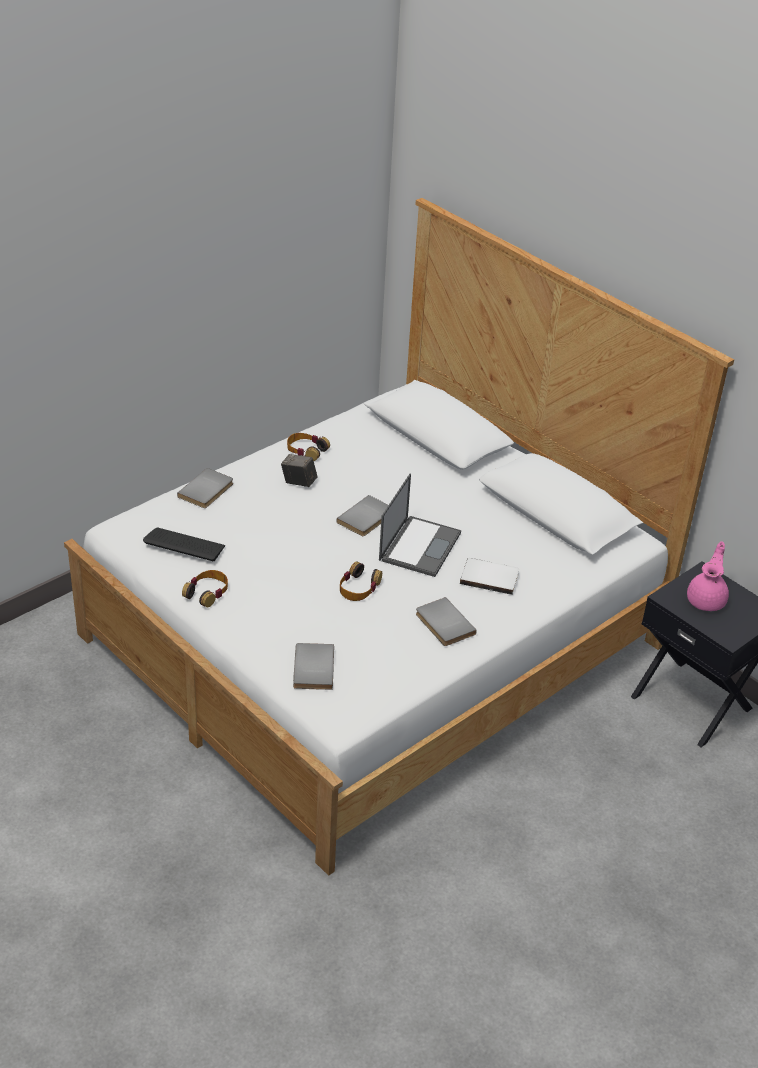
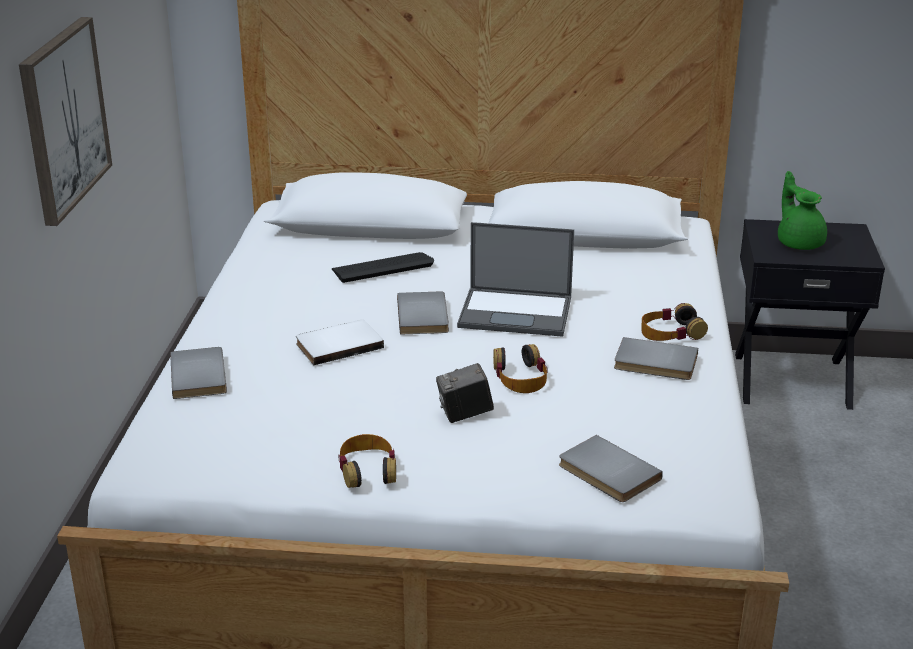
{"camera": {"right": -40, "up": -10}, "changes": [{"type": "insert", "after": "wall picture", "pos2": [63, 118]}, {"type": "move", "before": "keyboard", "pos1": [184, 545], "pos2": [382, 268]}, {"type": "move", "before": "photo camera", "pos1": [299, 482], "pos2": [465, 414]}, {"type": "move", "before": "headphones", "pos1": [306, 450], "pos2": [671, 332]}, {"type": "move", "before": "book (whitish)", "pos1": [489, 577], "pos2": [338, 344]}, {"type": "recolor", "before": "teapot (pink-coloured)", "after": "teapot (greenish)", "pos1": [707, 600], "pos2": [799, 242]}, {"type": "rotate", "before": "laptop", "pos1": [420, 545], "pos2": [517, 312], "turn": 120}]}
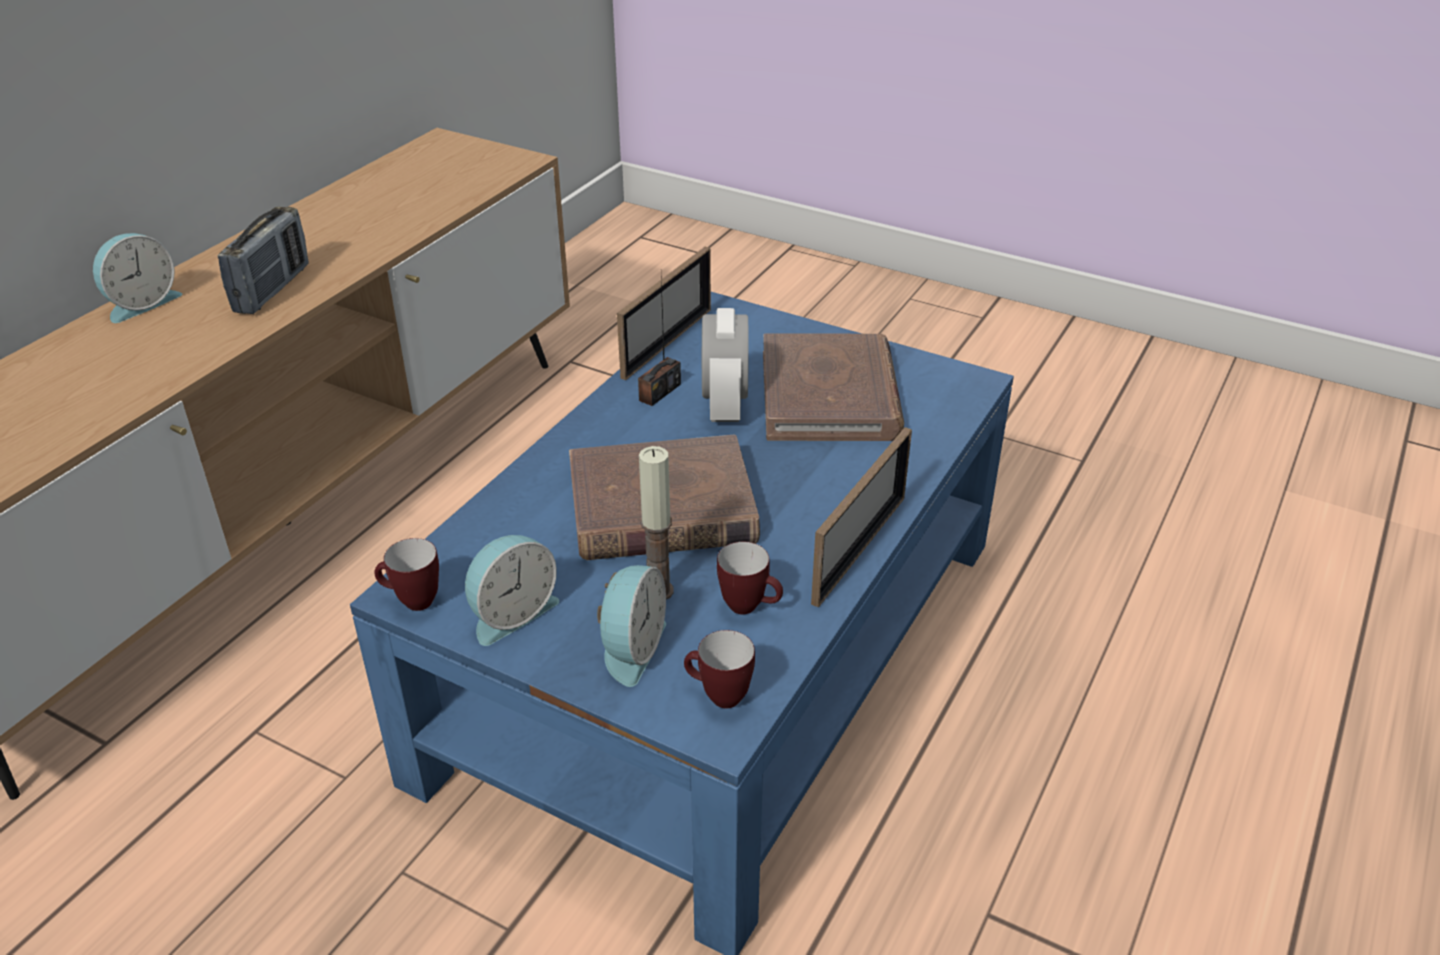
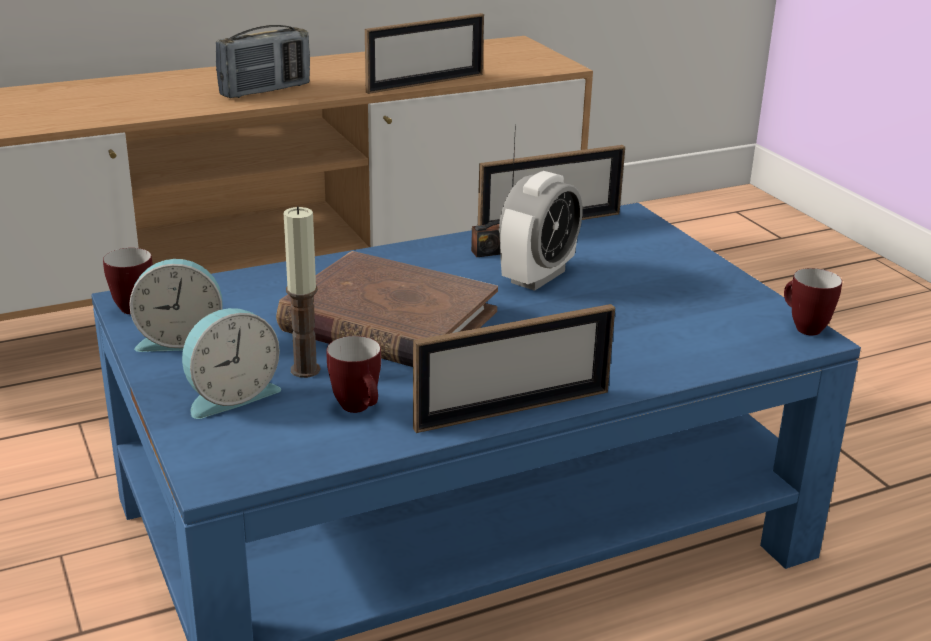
{"camera": {"right": 35, "up": -10}, "changes": [{"type": "delete", "before": "table clock", "pos1": [141, 303]}, {"type": "delete", "before": "book (brownish)", "pos1": [830, 395]}, {"type": "insert", "after": "picture frame", "pos2": [425, 83]}, {"type": "move", "before": "coffee mug", "pos1": [718, 696], "pos2": [802, 327]}]}
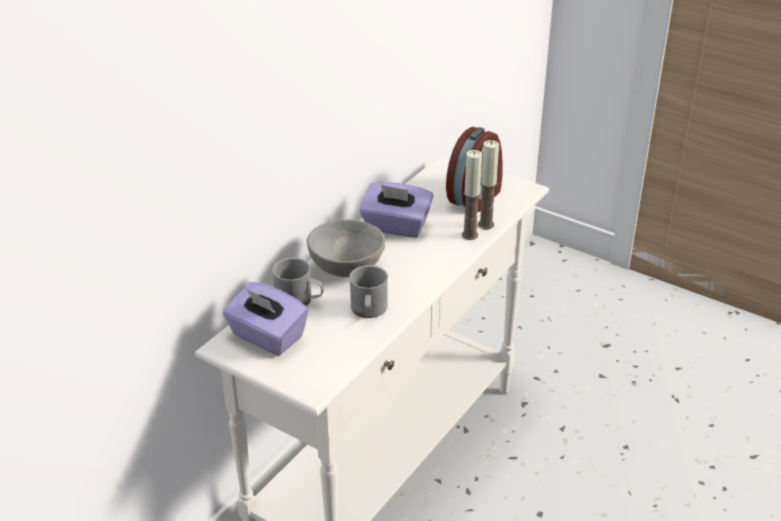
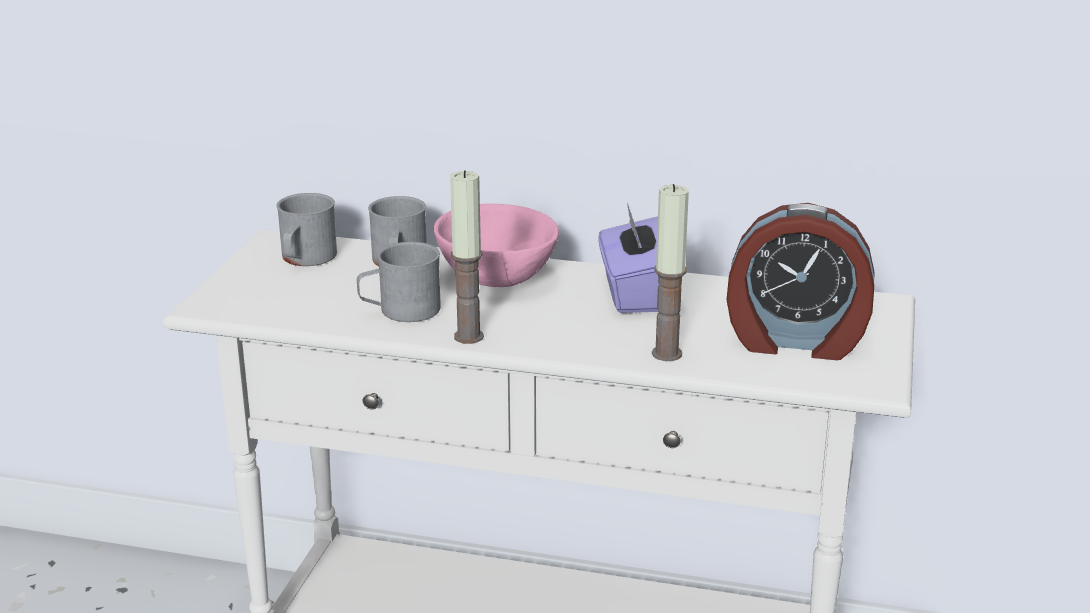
{"camera": {"right": 70, "up": -10}, "changes": [{"type": "move", "before": "candle", "pos1": [486, 224], "pos2": [468, 336]}, {"type": "replace", "before": "tissue holder (purplish)", "after": "coffee mug (greyish)", "pos1": [267, 337], "pos2": [305, 259]}, {"type": "recolor", "before": "serving bowl (greyish)", "after": "serving bowl (pink-coloured)", "pos1": [346, 267], "pos2": [498, 278]}]}
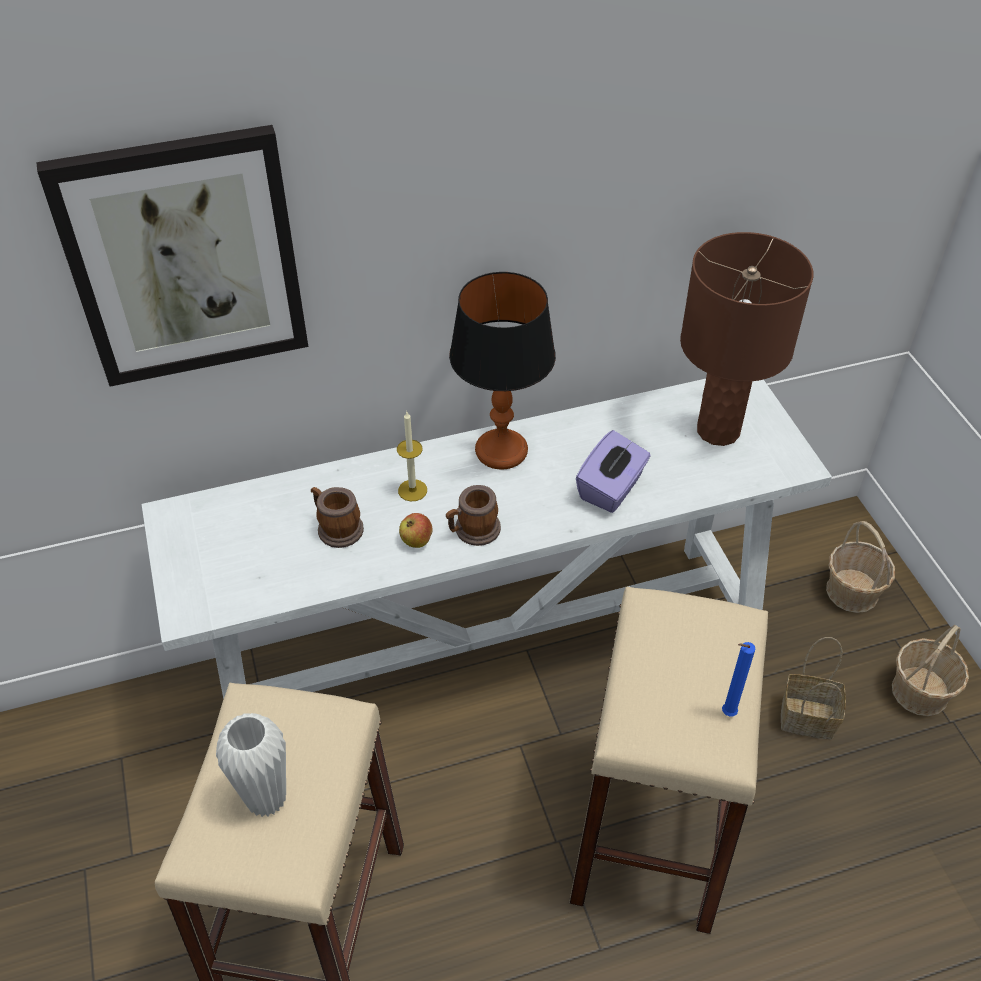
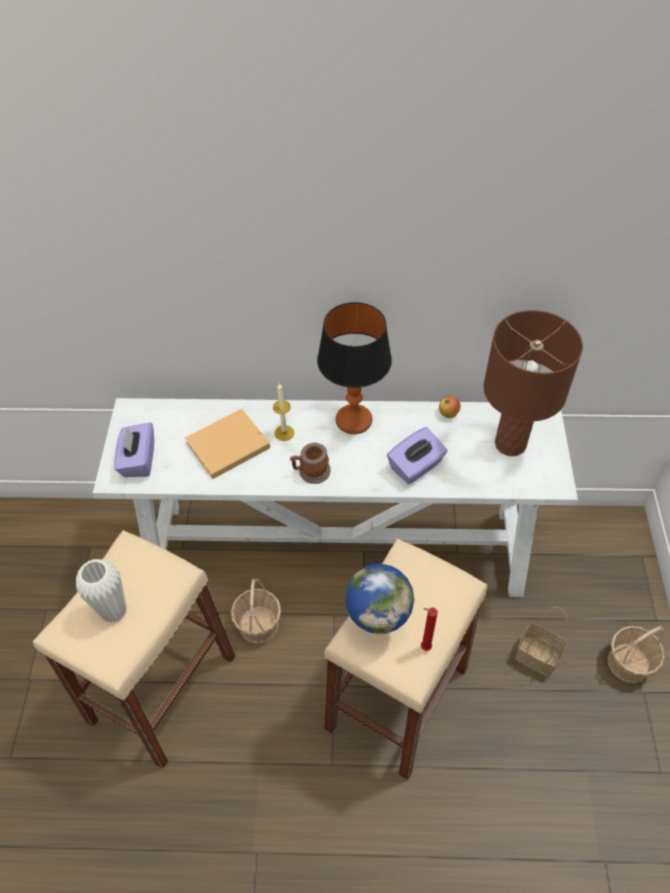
{"camera": {"right": 20, "up": 5}, "changes": [{"type": "delete", "before": "wall picture", "pos1": [184, 259]}, {"type": "insert", "after": "tissue holder (purplish)", "pos2": [138, 460]}, {"type": "insert", "after": "desk globe", "pos2": [377, 625]}, {"type": "move", "before": "apple fruit", "pos1": [416, 540], "pos2": [448, 413]}, {"type": "move", "before": "basket", "pos1": [852, 592], "pos2": [258, 625]}, {"type": "replace", "before": "coffee mug", "after": "book (beige)", "pos1": [336, 528], "pos2": [225, 446]}, {"type": "recolor", "before": "candle (blue)", "after": "candle (red)", "pos1": [726, 714], "pos2": [424, 647]}]}
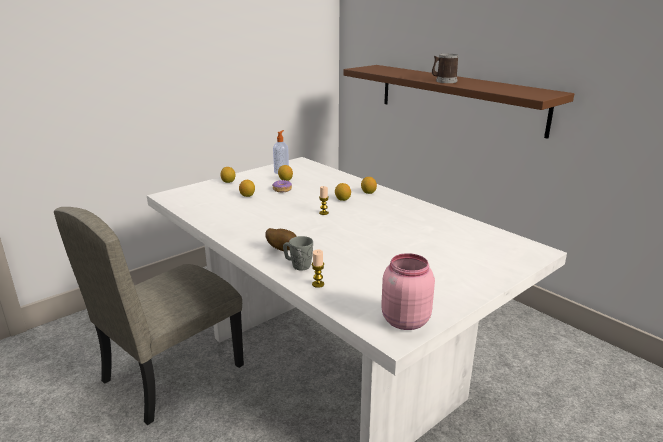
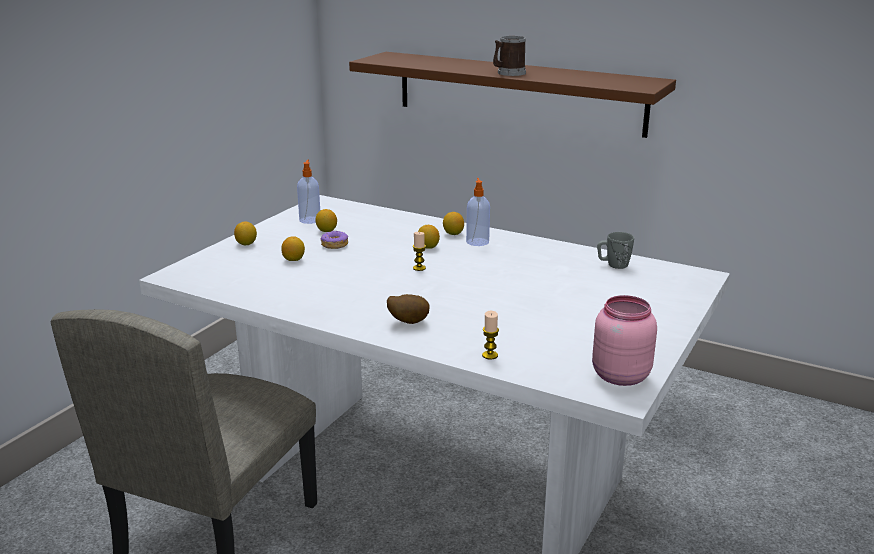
{"camera": {"right": -20, "up": 0}, "changes": [{"type": "insert", "after": "soap bottle", "pos2": [477, 241]}, {"type": "move", "before": "coffee mug (greyish)", "pos1": [298, 265], "pos2": [613, 265]}]}
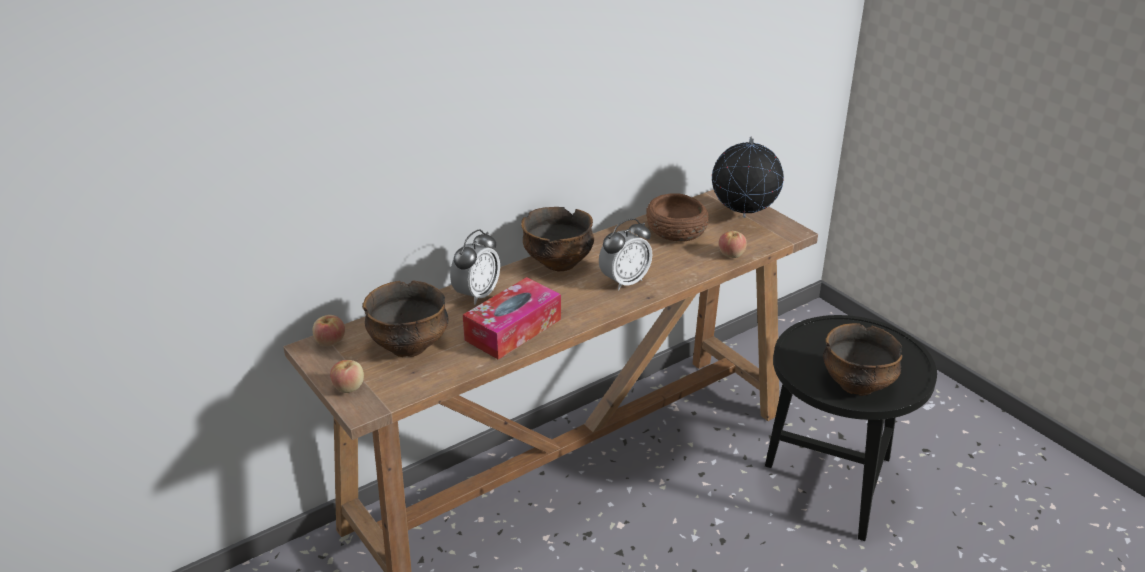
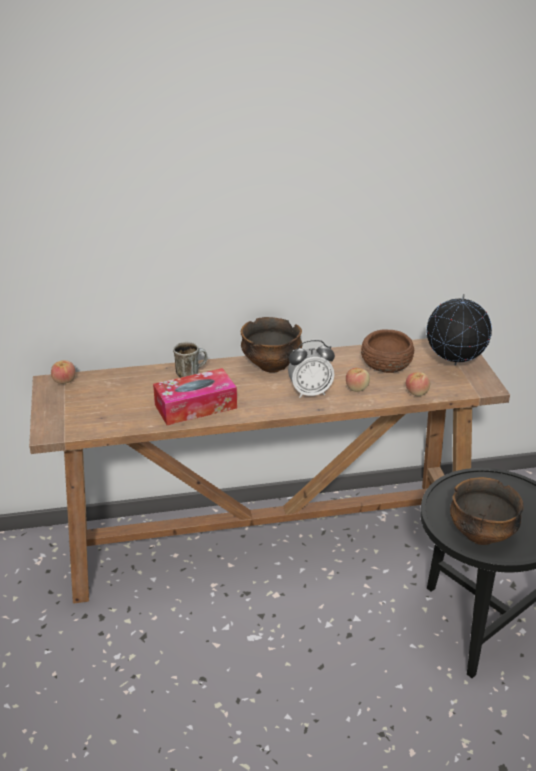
{"camera": {"right": 25, "up": 0}, "changes": [{"type": "delete", "before": "serving bowl", "pos1": [409, 346]}, {"type": "move", "before": "apple fruit", "pos1": [349, 387], "pos2": [357, 388]}, {"type": "replace", "before": "table clock", "after": "coffee mug", "pos1": [476, 295], "pos2": [191, 374]}]}
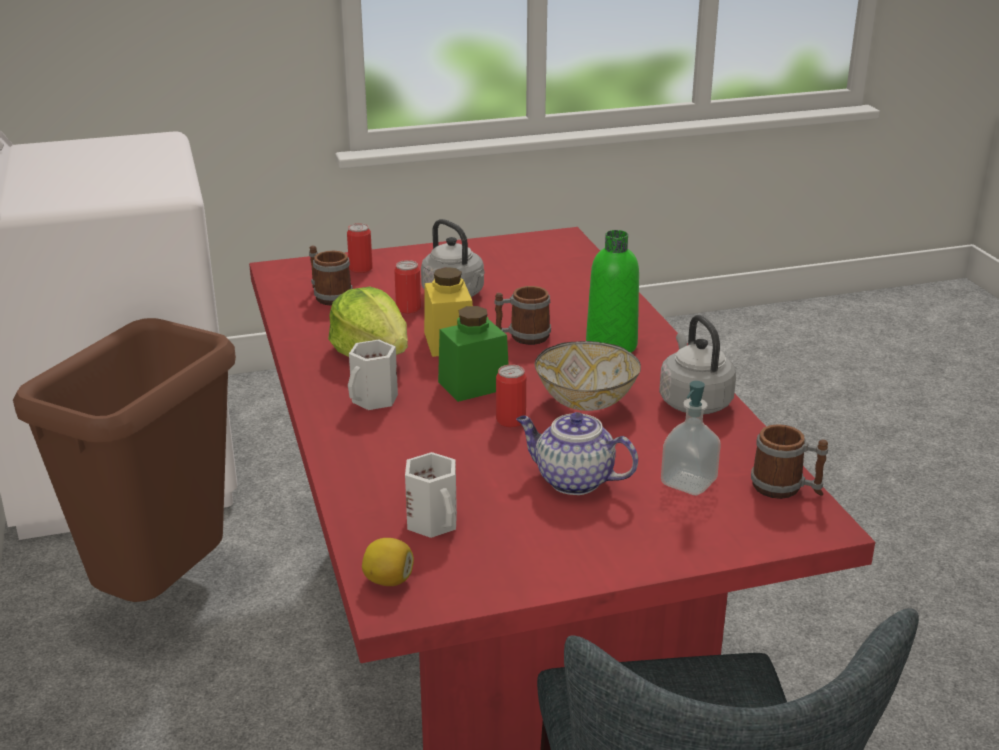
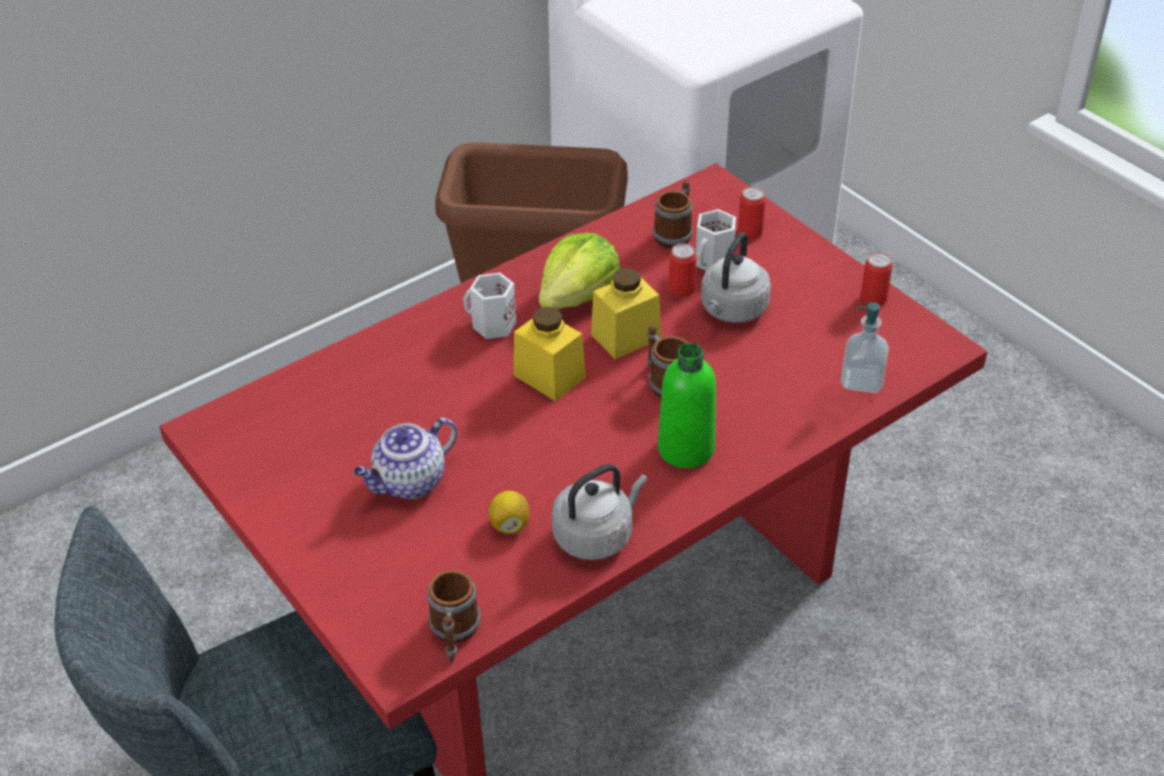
{"camera": {"right": 70, "up": 15}, "changes": [{"type": "delete", "before": "serving bowl", "pos1": [585, 401]}, {"type": "move", "before": "lemon", "pos1": [388, 580], "pos2": [509, 525]}, {"type": "move", "before": "coffee mug (whitish)", "pos1": [435, 522], "pos2": [714, 262]}, {"type": "move", "before": "sealed can", "pos1": [511, 420], "pos2": [873, 299]}, {"type": "move", "before": "soap bottle", "pos1": [688, 482], "pos2": [862, 381]}, {"type": "recolor", "before": "jar (greenish)", "after": "jar (yellow-coloured)", "pos1": [473, 385], "pos2": [549, 376]}, {"type": "rotate", "before": "teapot", "pos1": [572, 480], "pos2": [409, 483], "turn": -135}]}
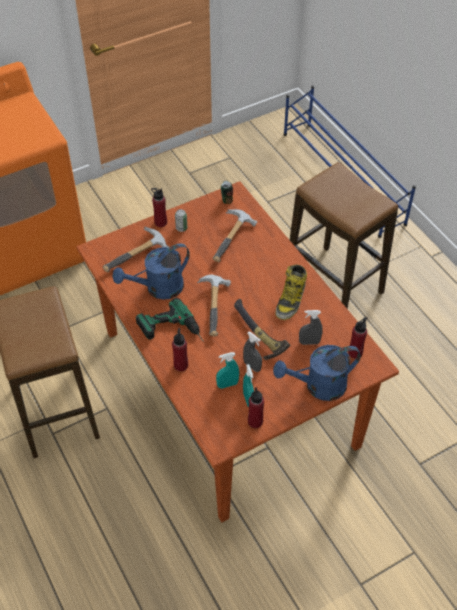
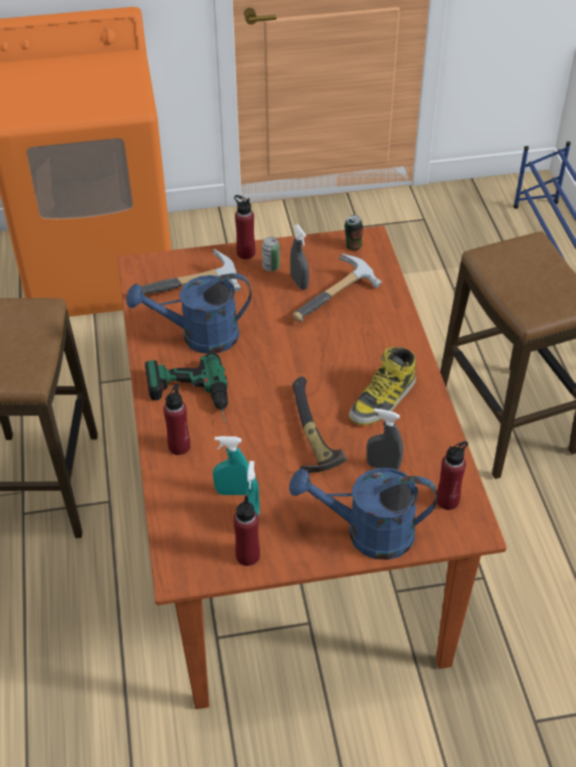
{"camera": {"right": 20, "up": -5}, "changes": [{"type": "delete", "before": "hammer", "pos1": [217, 307]}, {"type": "move", "before": "hand sprayer (greyish)", "pos1": [252, 366], "pos2": [299, 283]}]}
